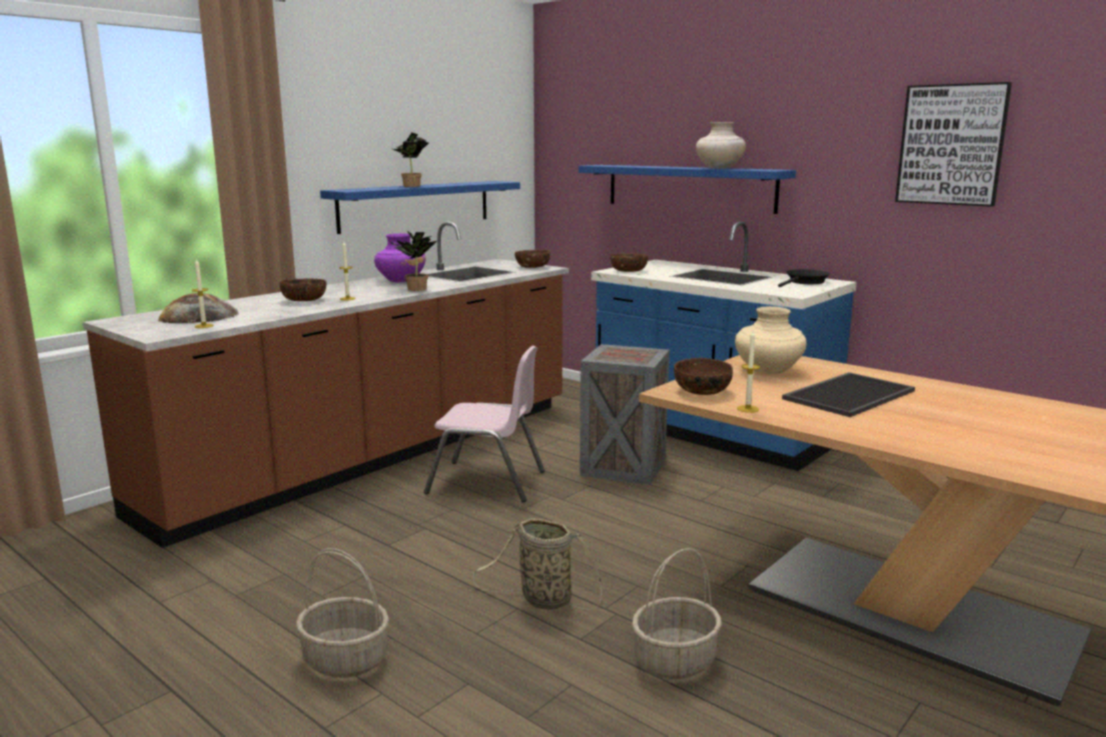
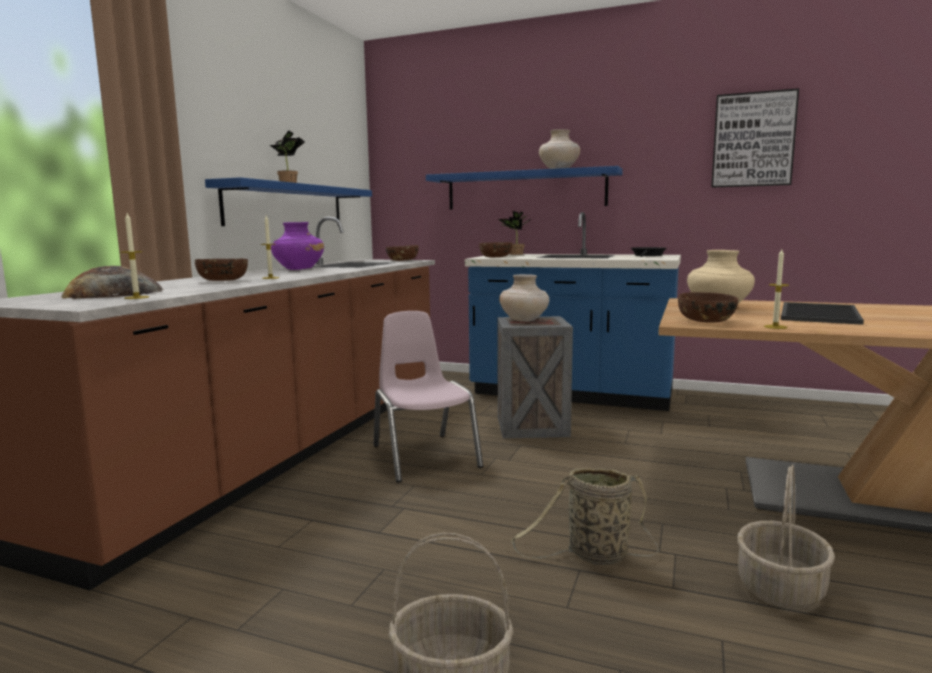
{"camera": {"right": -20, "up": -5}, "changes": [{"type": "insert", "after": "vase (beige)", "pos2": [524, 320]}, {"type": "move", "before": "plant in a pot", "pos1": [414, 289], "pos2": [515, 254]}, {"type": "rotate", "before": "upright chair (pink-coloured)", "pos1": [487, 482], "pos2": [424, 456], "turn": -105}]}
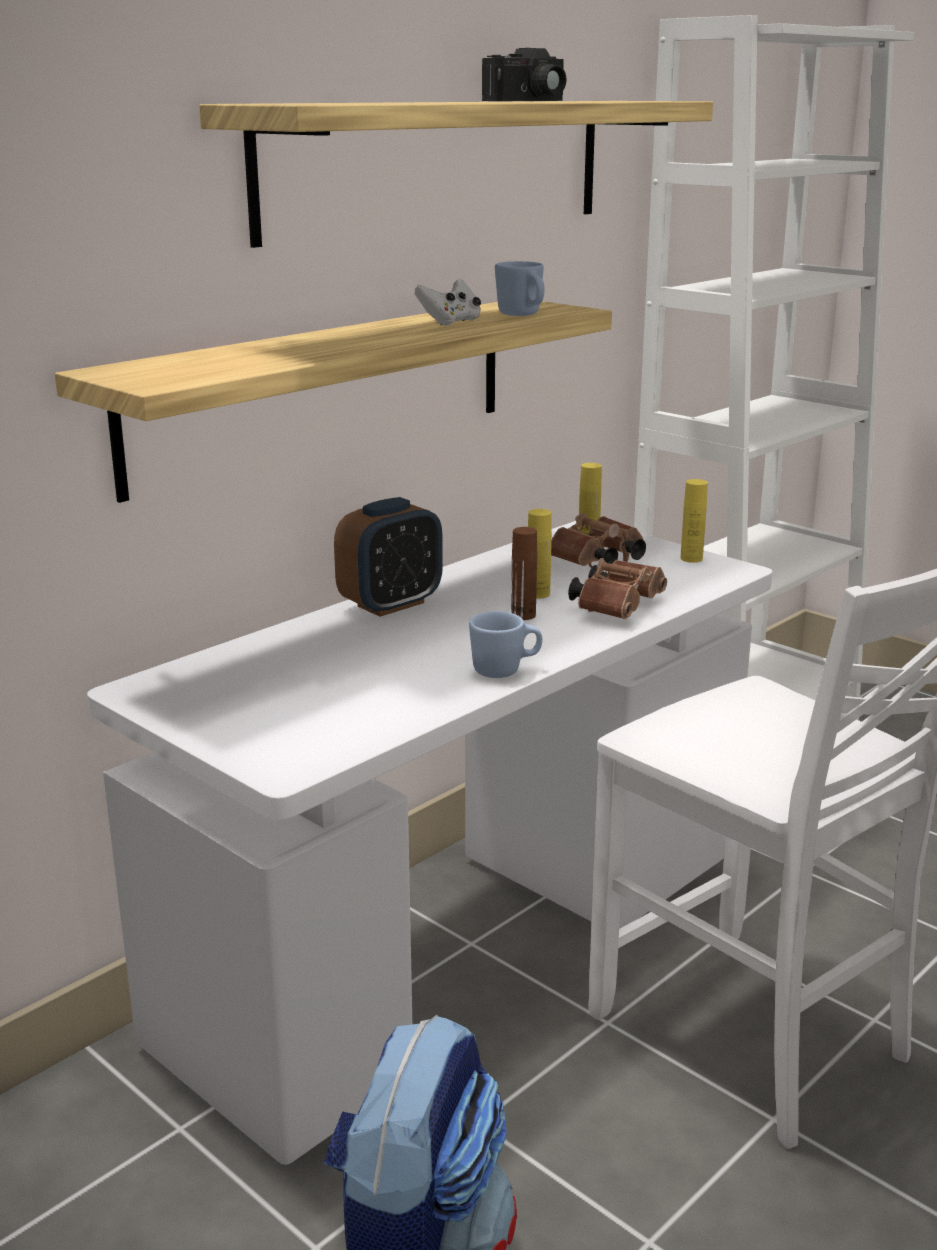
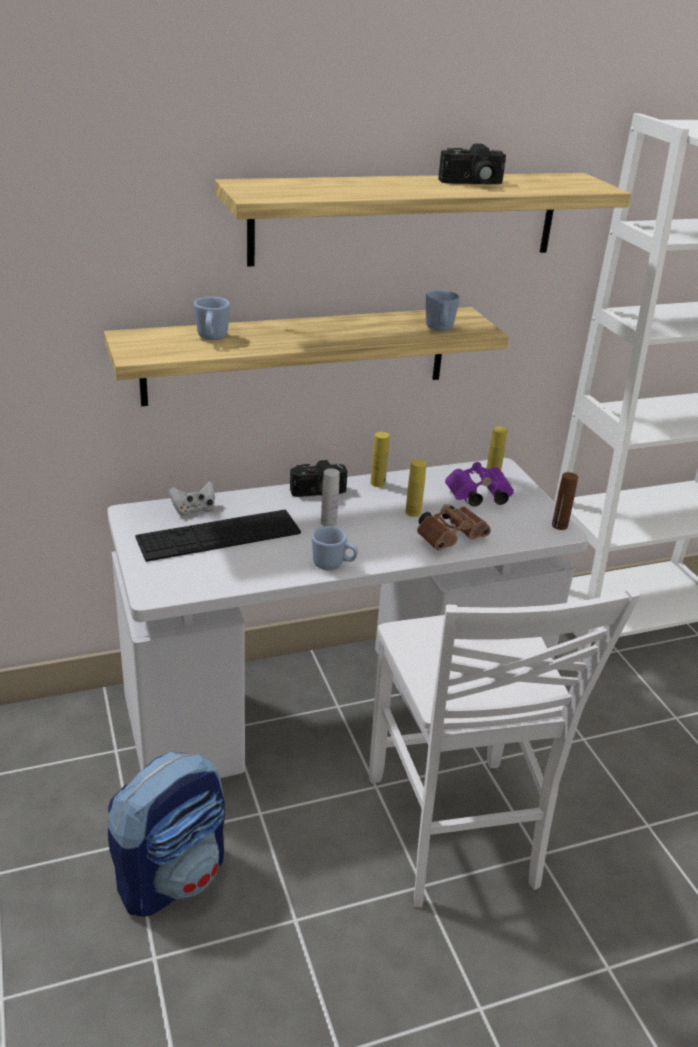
{"camera": {"right": 25, "up": 10}, "changes": [{"type": "insert", "after": "keyboard", "pos2": [219, 535]}, {"type": "insert", "after": "coffee mug (blue)", "pos2": [211, 339]}, {"type": "insert", "after": "drink bottle (whitish)", "pos2": [328, 523]}, {"type": "move", "before": "joypad (whitish)", "pos1": [450, 322], "pos2": [194, 510]}, {"type": "move", "before": "drink bottle (brownish)", "pos1": [523, 615], "pos2": [559, 525]}, {"type": "move", "before": "drink bottle (yellow-coloured)", "pos1": [691, 559], "pos2": [377, 483]}, {"type": "replace", "before": "table clock", "after": "photo camera", "pos1": [391, 604], "pos2": [319, 494]}, {"type": "recolor", "before": "binoculars (brownish)", "after": "binoculars (purplish)", "pos1": [596, 562], "pos2": [477, 497]}]}
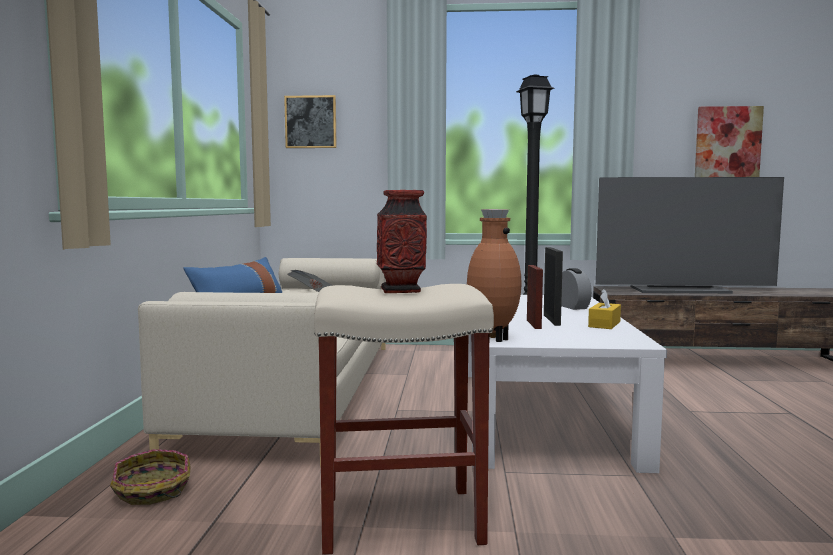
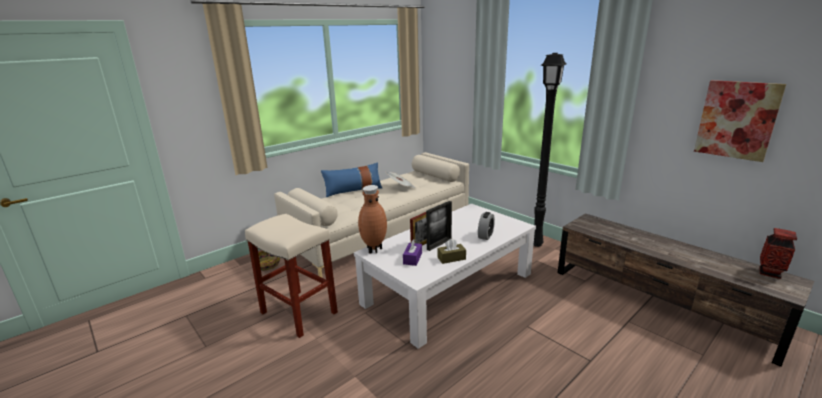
{"camera": {"right": 45, "up": 15}, "changes": [{"type": "delete", "before": "wall picture", "pos1": [311, 122]}, {"type": "delete", "before": "television", "pos1": [681, 290]}, {"type": "insert", "after": "tissue holder (purplish)", "pos2": [412, 258]}, {"type": "move", "before": "vase", "pos1": [400, 290], "pos2": [770, 273]}, {"type": "recolor", "before": "tissue holder (yellow-coloured)", "after": "tissue holder (brownish)", "pos1": [604, 324], "pos2": [451, 258]}]}
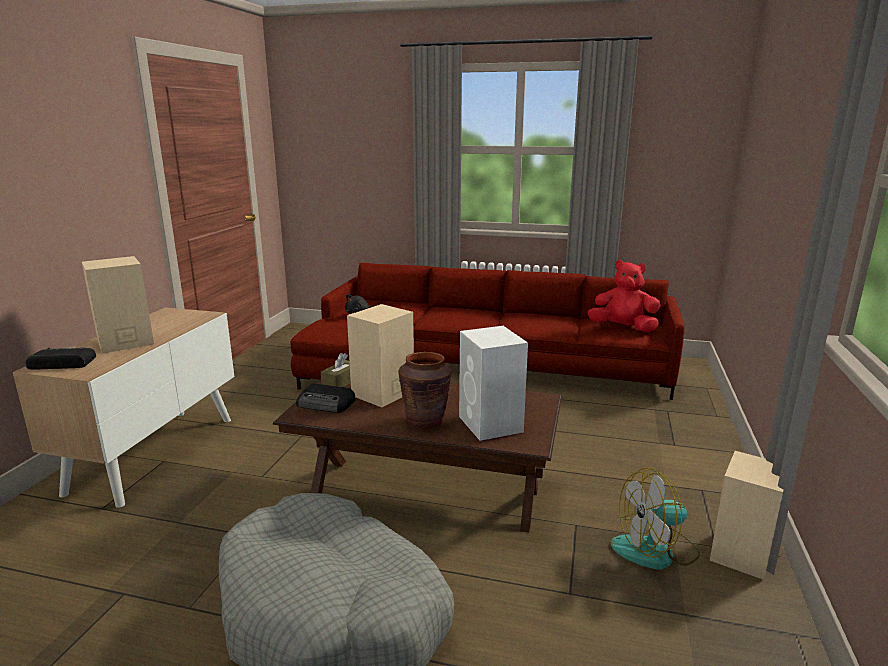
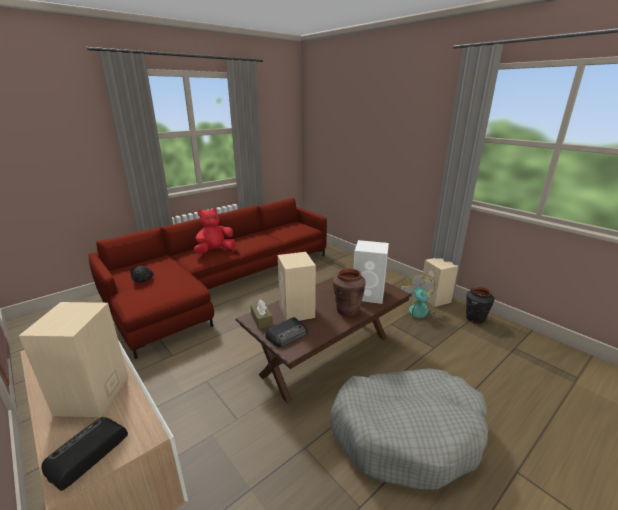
{"camera": {"right": -55, "up": 5}, "changes": [{"type": "insert", "after": "vase (black)", "pos2": [475, 319]}, {"type": "move", "before": "cuddly toy (red)", "pos1": [623, 328], "pos2": [215, 251]}, {"type": "rotate", "before": "fan", "pos1": [655, 550], "pos2": [421, 314], "turn": 150}]}
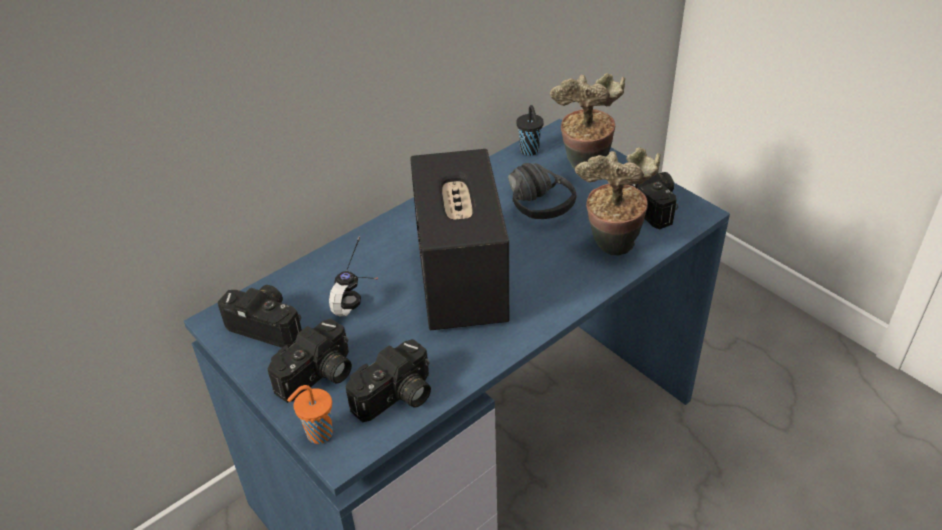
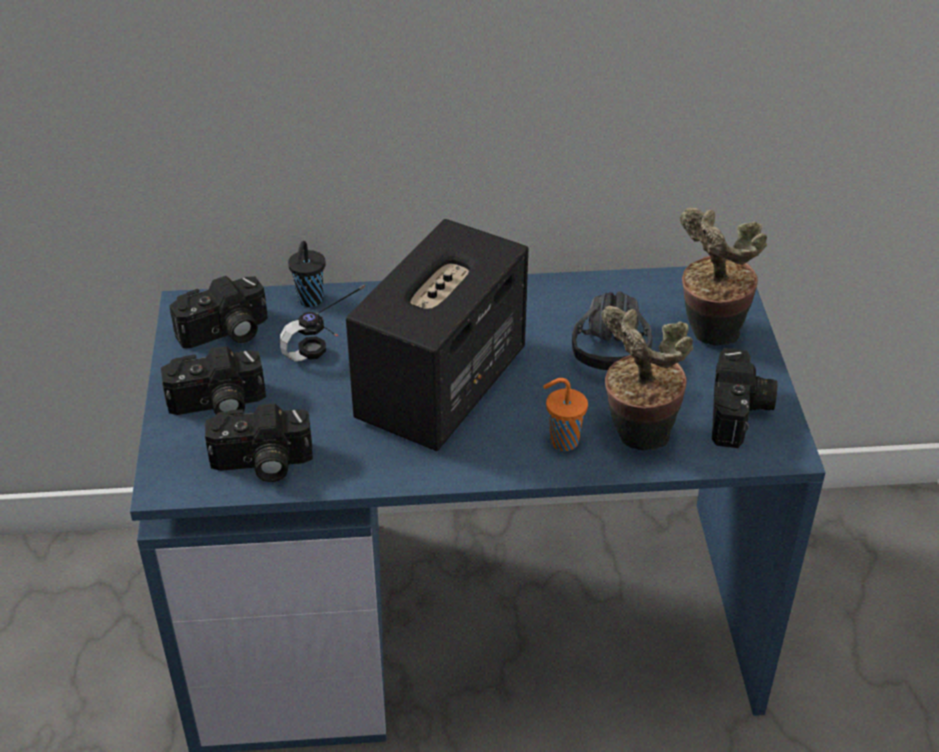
{"camera": {"right": 35, "up": 0}, "changes": [{"type": "move", "before": "drinking cup (orange-coloured)", "pos1": [318, 434], "pos2": [562, 441]}, {"type": "move", "before": "drinking cup (black)", "pos1": [530, 151], "pos2": [309, 300]}, {"type": "rotate", "before": "photo camera", "pos1": [269, 324], "pos2": [225, 333], "turn": 90}]}
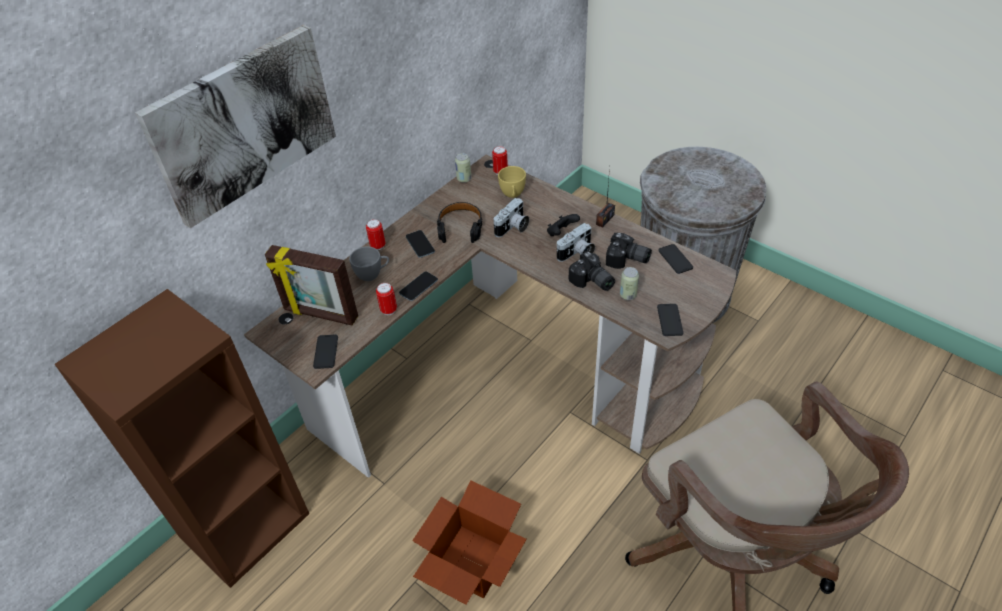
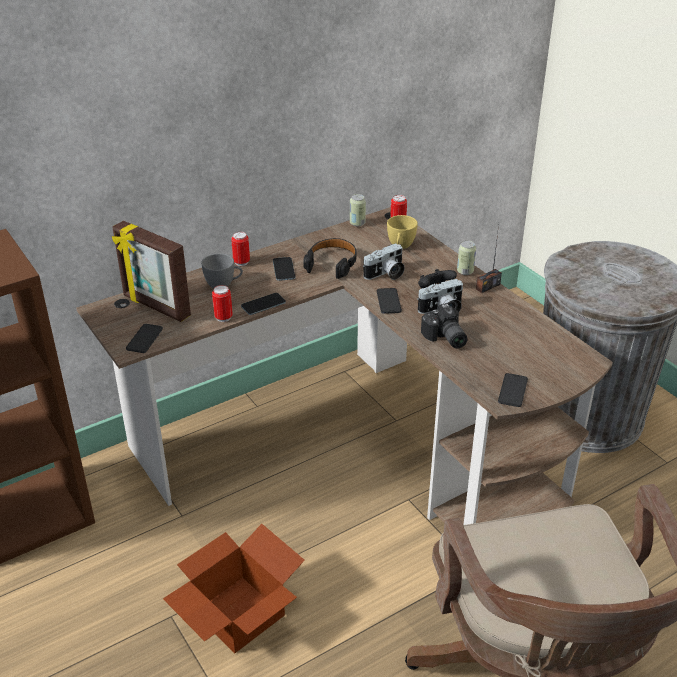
{"camera": {"right": 15, "up": -10}, "changes": [{"type": "delete", "before": "wall picture", "pos1": [244, 124]}, {"type": "delete", "before": "photo camera", "pos1": [627, 260]}, {"type": "move", "before": "sealed can", "pos1": [628, 295], "pos2": [465, 271]}, {"type": "move", "before": "telephone", "pos1": [675, 259], "pos2": [388, 301]}]}
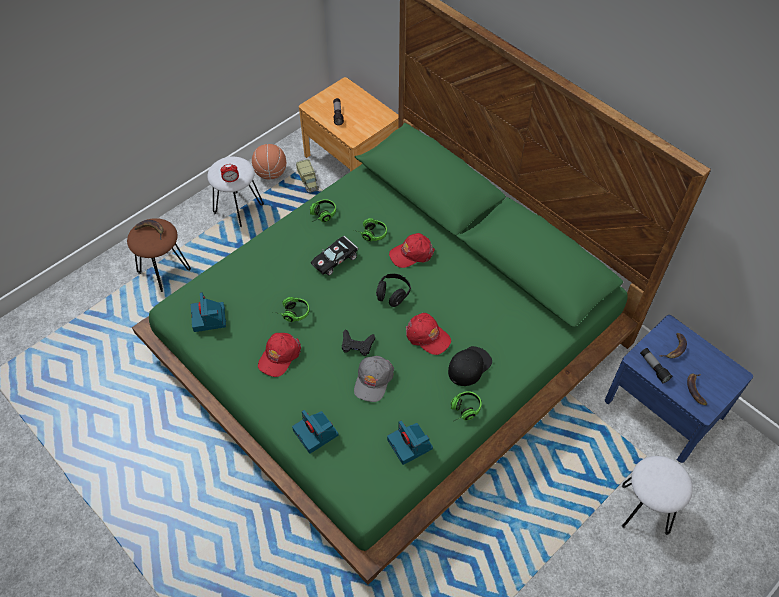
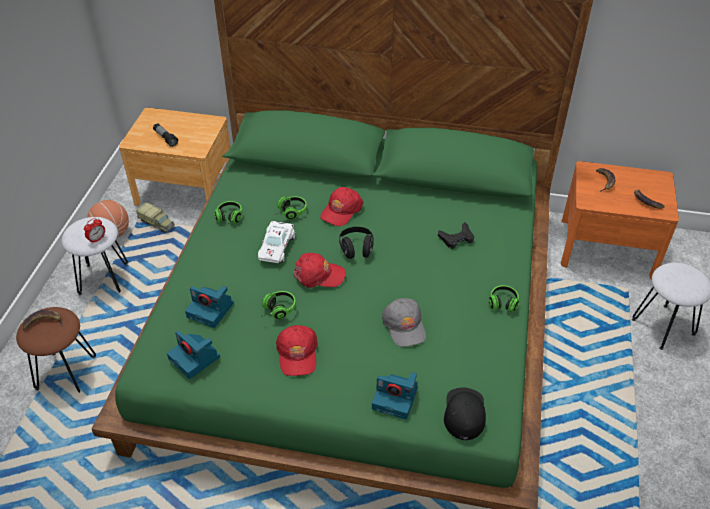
{"camera": {"right": -35, "up": -10}, "changes": [{"type": "delete", "before": "hand torch", "pos1": [653, 368]}, {"type": "move", "before": "joypad (black)", "pos1": [357, 345], "pos2": [456, 238]}, {"type": "move", "before": "photo camera", "pos1": [410, 445], "pos2": [211, 310]}, {"type": "move", "before": "baseball cap (red)", "pos1": [427, 336], "pos2": [318, 275]}, {"type": "move", "before": "baseball cap (black)", "pos1": [469, 366], "pos2": [464, 413]}, {"type": "recolor", "before": "model car (black)", "after": "model car (whitish)", "pos1": [336, 259], "pos2": [277, 246]}, {"type": "recolor", "before": "night table (blue)", "after": "night table (orange-coloured)", "pos1": [664, 408], "pos2": [607, 247]}]}
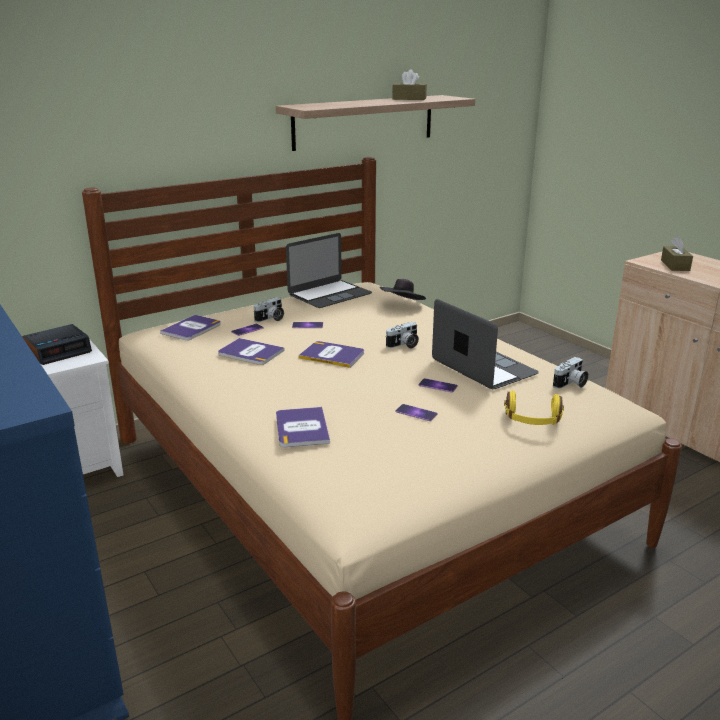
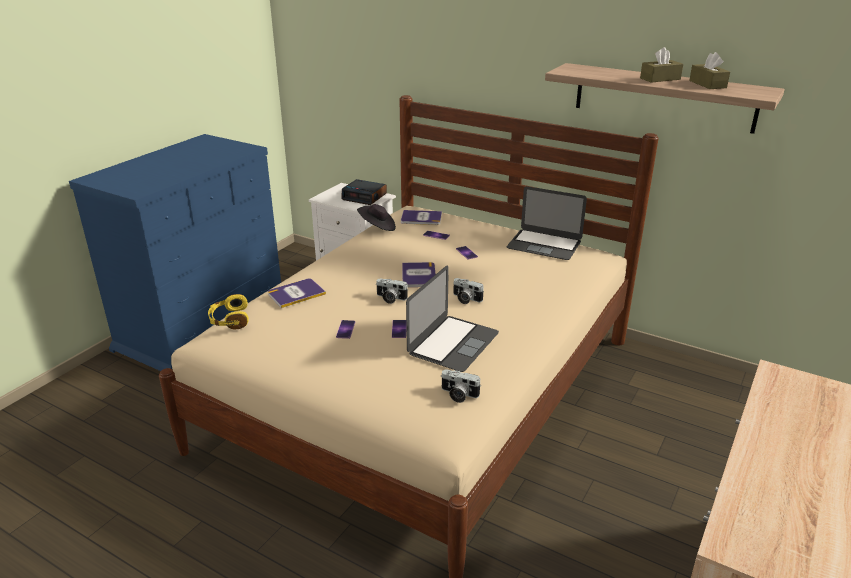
{"camera": {"right": 65, "up": 5}, "changes": [{"type": "delete", "before": "book", "pos1": [250, 352]}, {"type": "move", "before": "photo camera", "pos1": [271, 319], "pos2": [390, 298]}, {"type": "move", "before": "hat (black)", "pos1": [402, 305], "pos2": [377, 227]}, {"type": "move", "before": "headphones (yellow-coloured)", "pos1": [532, 420], "pos2": [229, 320]}, {"type": "move", "before": "tissue holder (brownish)", "pos1": [675, 265], "pos2": [660, 79]}]}
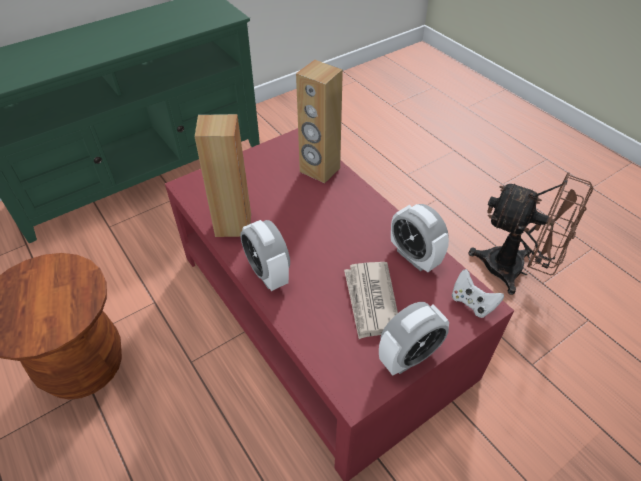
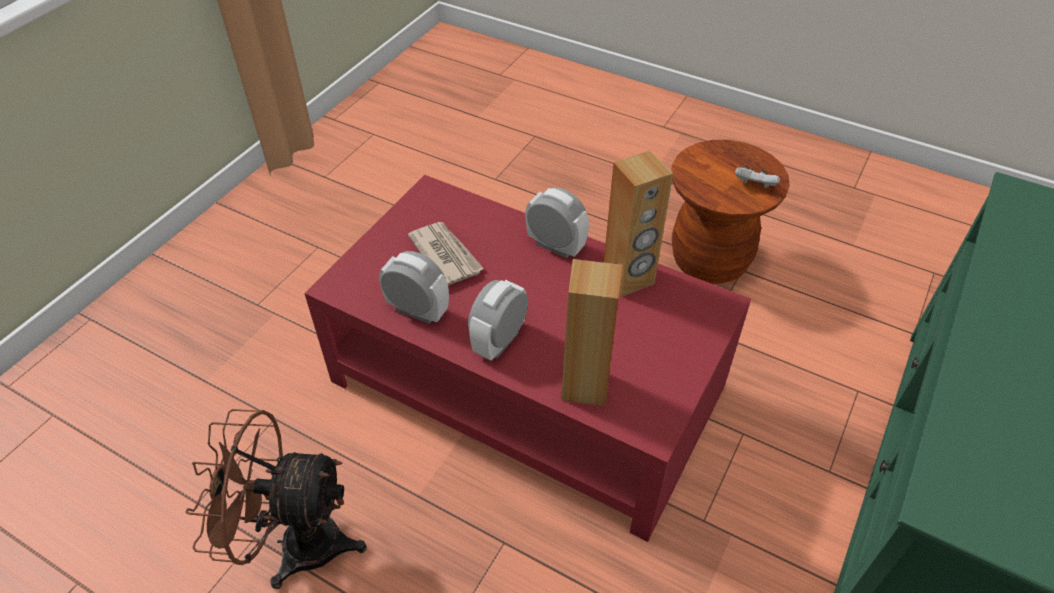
{"camera": {"right": 155, "up": 0}, "changes": [{"type": "move", "before": "table clock", "pos1": [408, 357], "pos2": [499, 341]}, {"type": "move", "before": "joypad (whitish)", "pos1": [472, 303], "pos2": [754, 186]}]}
